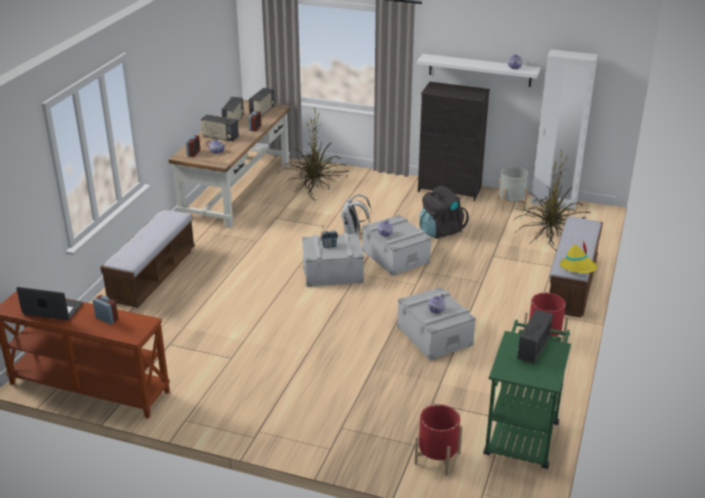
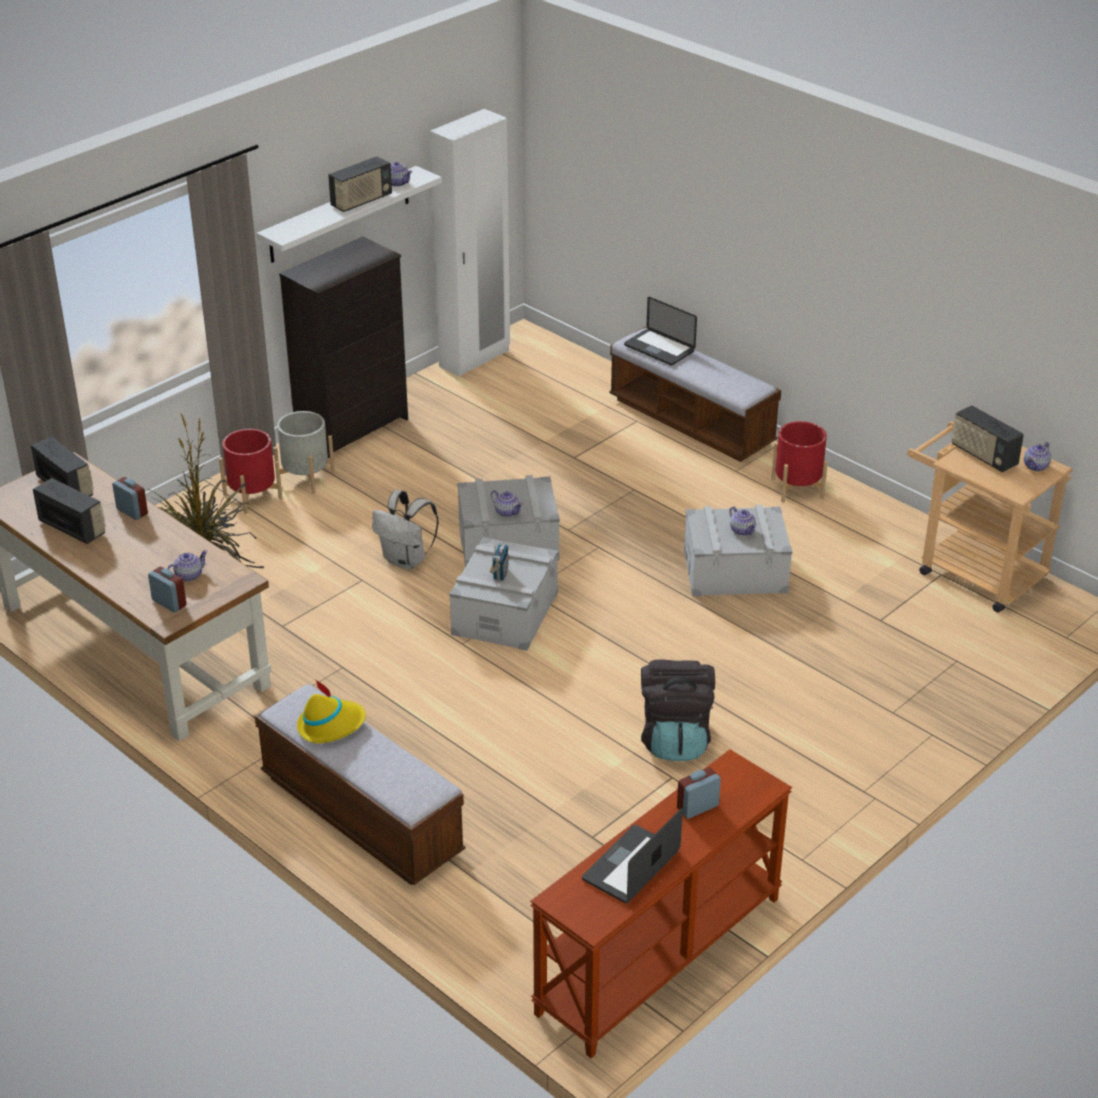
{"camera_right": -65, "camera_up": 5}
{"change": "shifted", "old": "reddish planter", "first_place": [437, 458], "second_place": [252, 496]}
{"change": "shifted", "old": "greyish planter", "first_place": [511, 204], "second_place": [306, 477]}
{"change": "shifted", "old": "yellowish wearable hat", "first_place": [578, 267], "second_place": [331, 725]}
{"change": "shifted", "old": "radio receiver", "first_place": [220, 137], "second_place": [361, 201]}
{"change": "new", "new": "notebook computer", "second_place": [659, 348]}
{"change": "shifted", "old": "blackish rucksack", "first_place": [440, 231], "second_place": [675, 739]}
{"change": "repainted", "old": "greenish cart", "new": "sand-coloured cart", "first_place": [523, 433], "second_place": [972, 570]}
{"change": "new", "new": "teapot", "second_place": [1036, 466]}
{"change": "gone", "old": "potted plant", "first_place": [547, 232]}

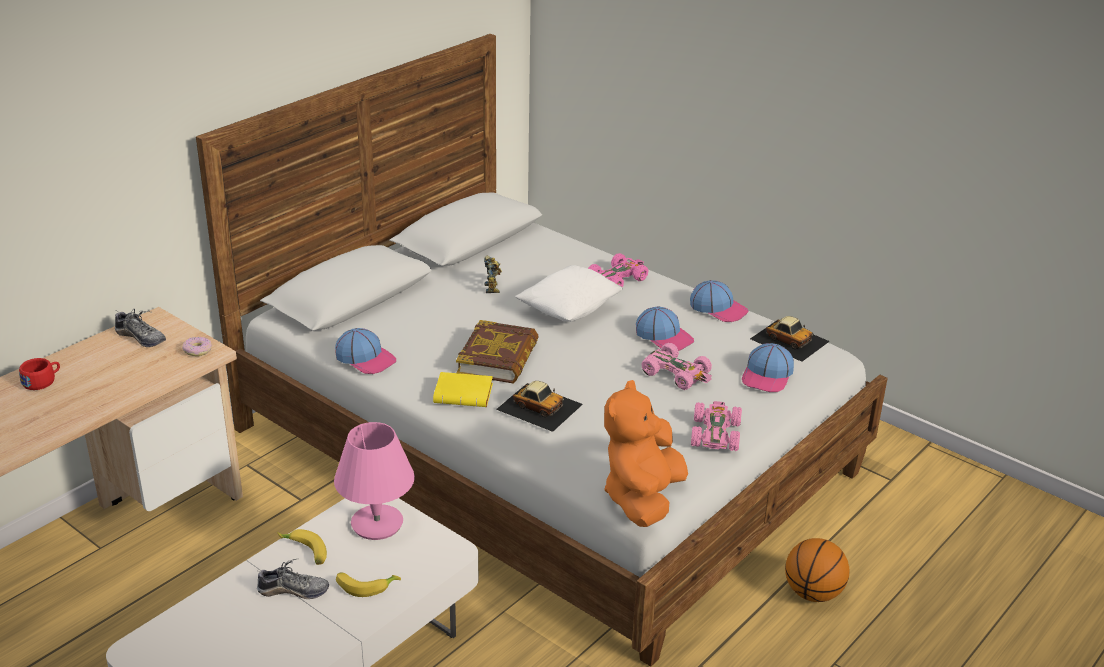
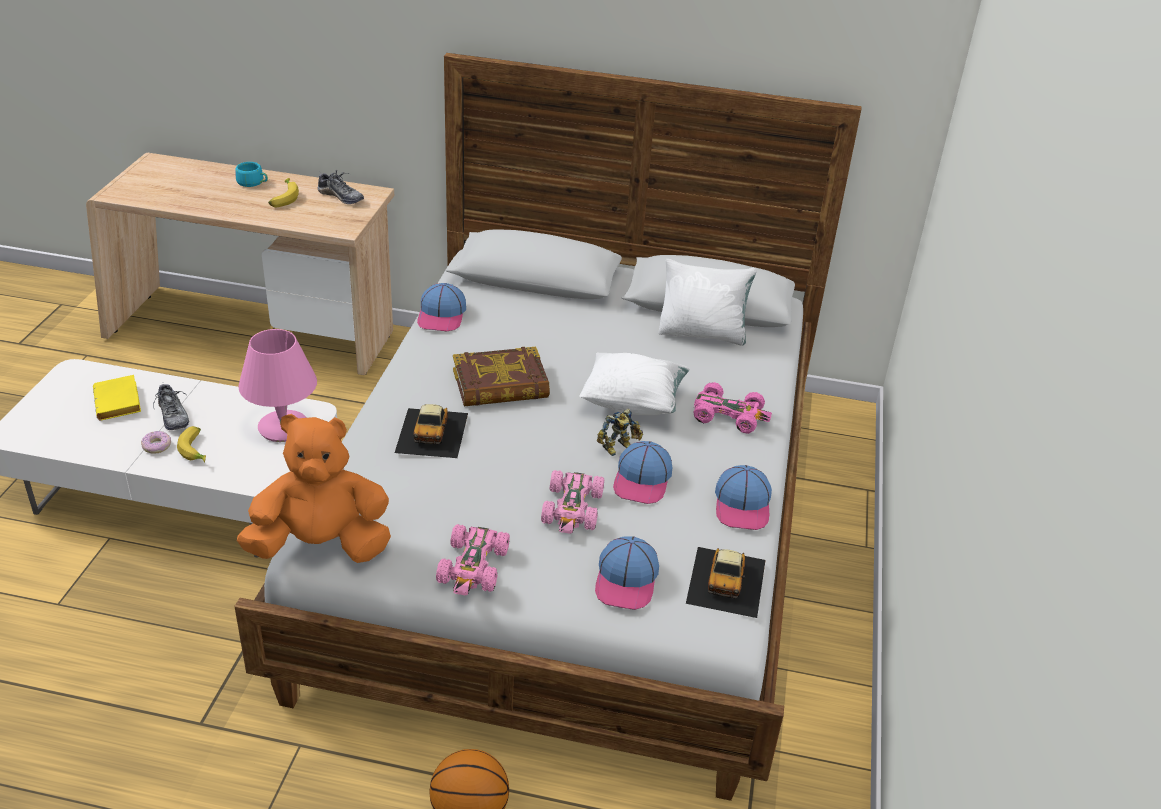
{"camera_right": 60, "camera_up": 5}
{"change": "shifted", "old": "yellowish book", "first_place": [465, 394], "second_place": [120, 403]}
{"change": "shifted", "old": "donut", "first_place": [198, 350], "second_place": [157, 446]}
{"change": "repainted", "old": "reddish small cup", "new": "turquoise small cup", "first_place": [42, 381], "second_place": [253, 183]}
{"change": "shifted", "old": "whole banana", "first_place": [304, 552], "second_place": [283, 198]}
{"change": "rotated", "old": "item of footwear", "first_place": [141, 338], "second_place": [341, 197], "degrees": -60}
{"change": "rotated", "old": "pink-coloured miniature car", "first_place": [715, 433], "second_place": [473, 567], "degrees": 120}
{"change": "rotated", "old": "baseball cap", "first_place": [767, 375], "second_place": [626, 580], "degrees": -75}
{"change": "shifted", "old": "toy robot", "first_place": [493, 288], "second_place": [619, 448]}
{"change": "new", "new": "white cushion", "second_place": [702, 333]}

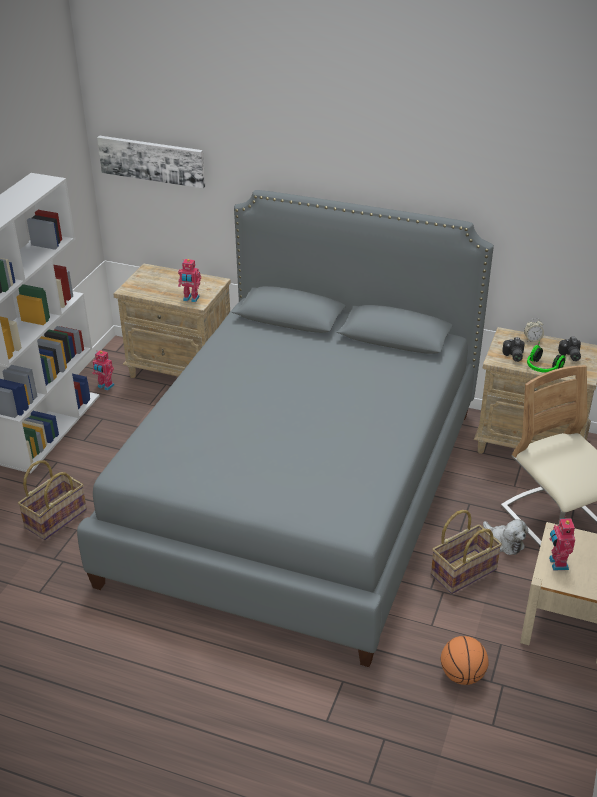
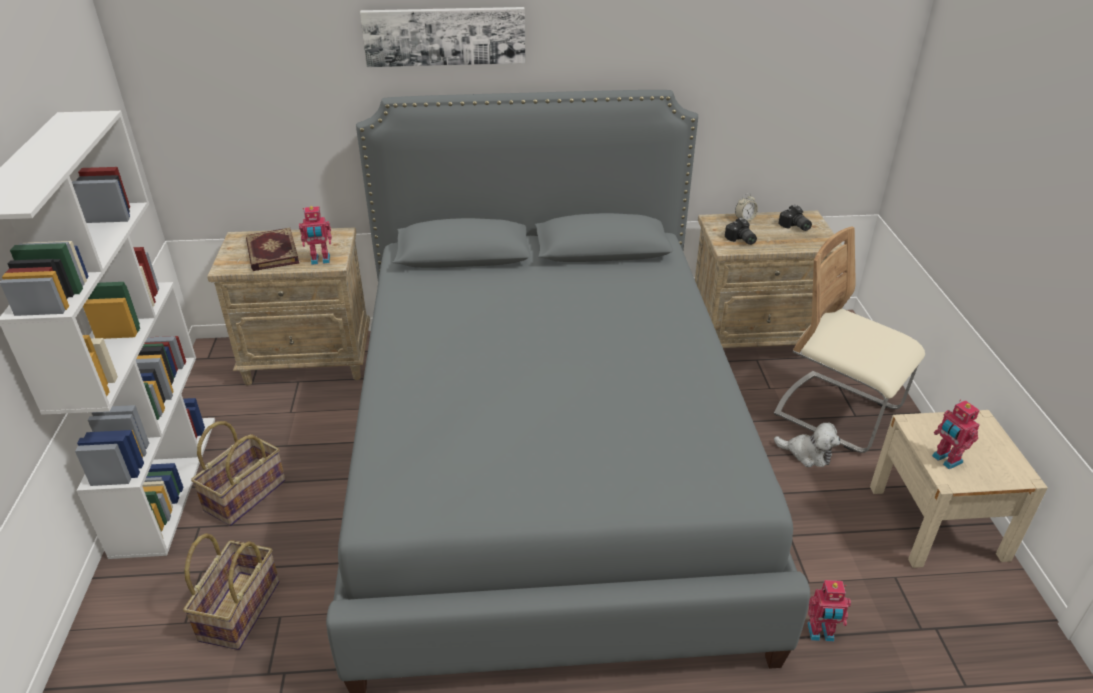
{"camera_right": -25, "camera_up": 0}
{"change": "shifted", "old": "basket", "first_place": [463, 571], "second_place": [244, 494]}
{"change": "new", "new": "book", "second_place": [271, 252]}
{"change": "shifted", "old": "picture", "first_place": [152, 160], "second_place": [444, 36]}
{"change": "shifted", "old": "toy robot", "first_place": [105, 386], "second_place": [821, 634]}
{"change": "gone", "old": "basketball ball", "first_place": [462, 675]}
{"change": "gone", "old": "headphones", "first_place": [542, 368]}

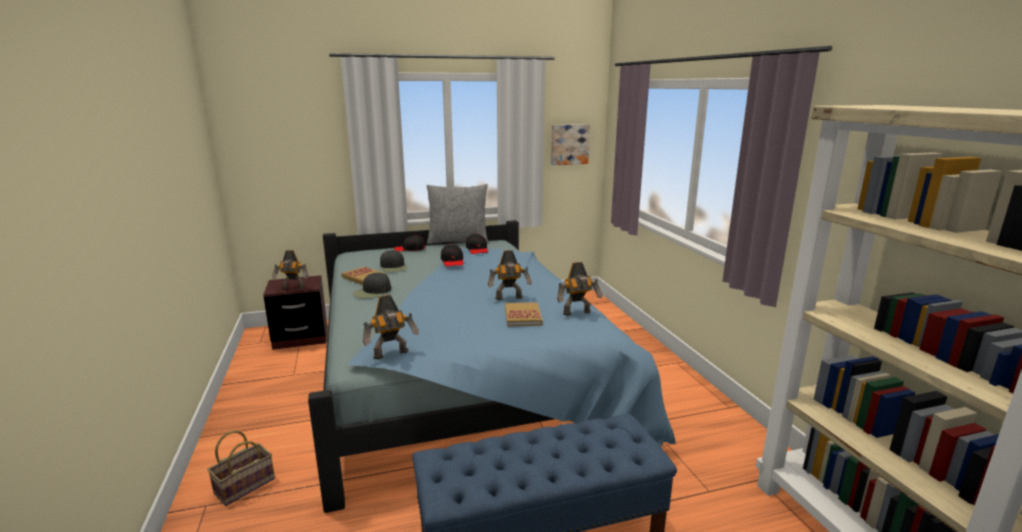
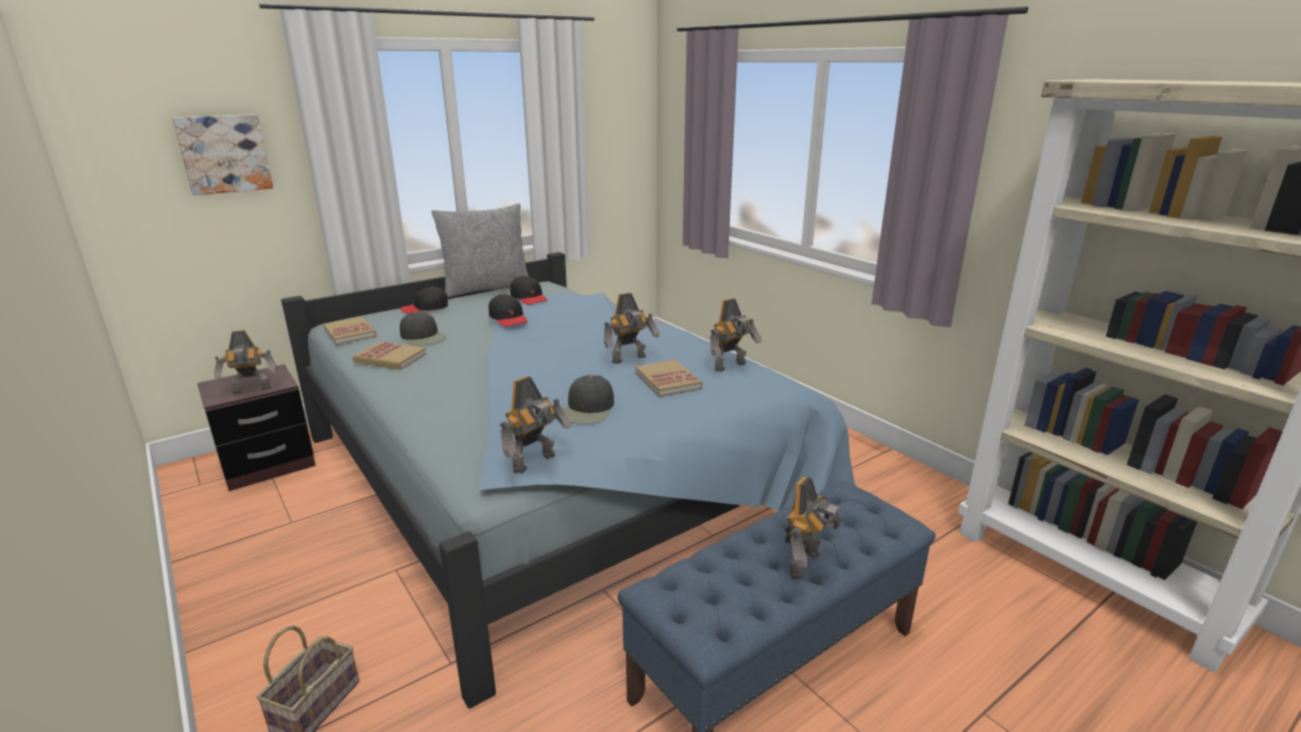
{"camera_right": -20, "camera_up": 5}
{"change": "shifted", "old": "picture", "first_place": [569, 144], "second_place": [224, 154]}
{"change": "new", "new": "book", "second_place": [350, 333]}
{"change": "shifted", "old": "blackish baseball cap", "first_place": [372, 292], "second_place": [588, 410]}
{"change": "new", "new": "toy robot", "second_place": [807, 565]}

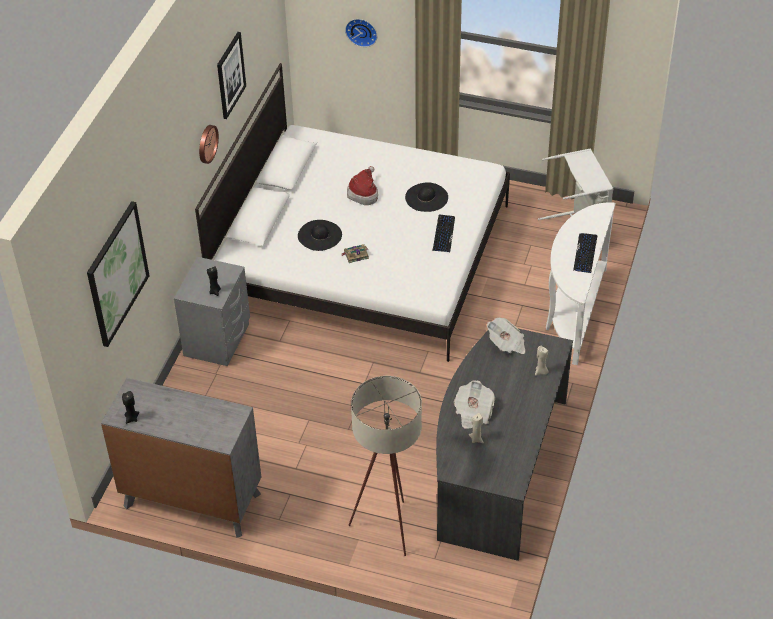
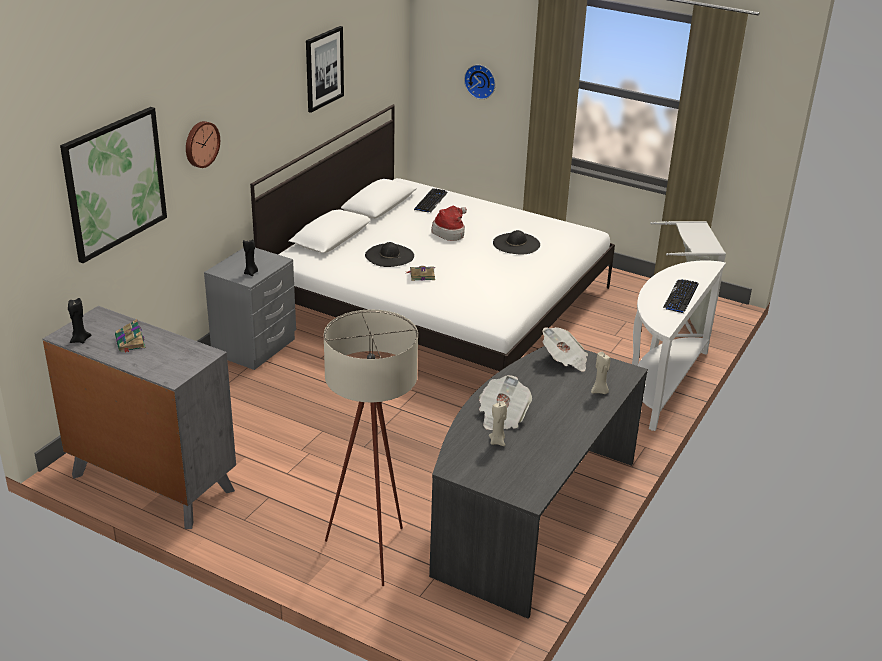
{"camera_right": 10, "camera_up": -15}
{"change": "new", "new": "book", "second_place": [130, 342]}
{"change": "shifted", "old": "hanging clock", "first_place": [206, 143], "second_place": [200, 144]}
{"change": "shifted", "old": "PC keyboard", "first_place": [443, 234], "second_place": [431, 201]}

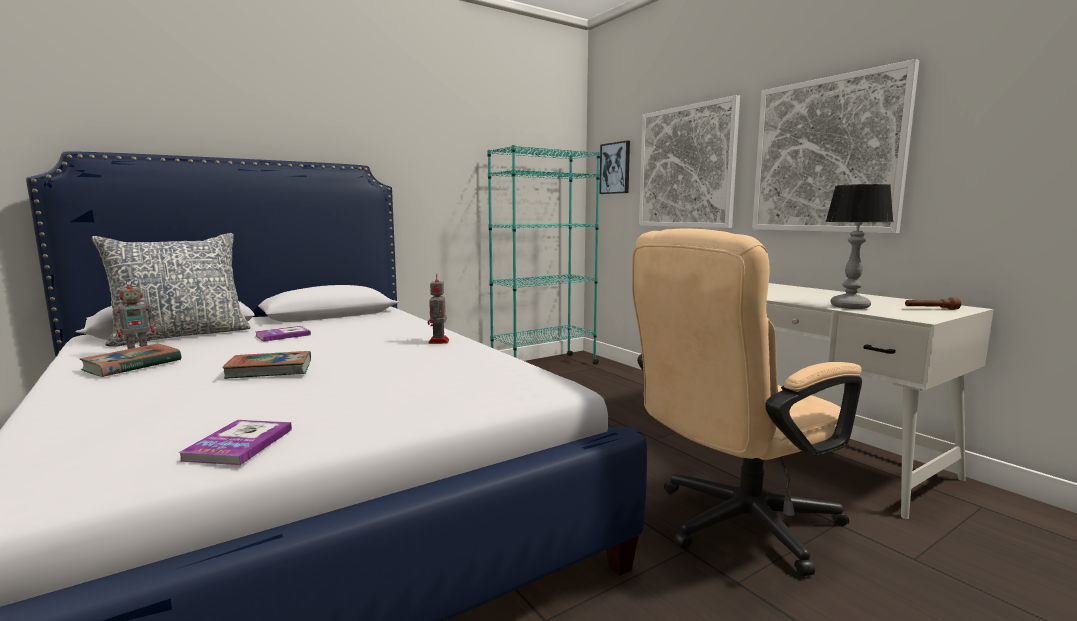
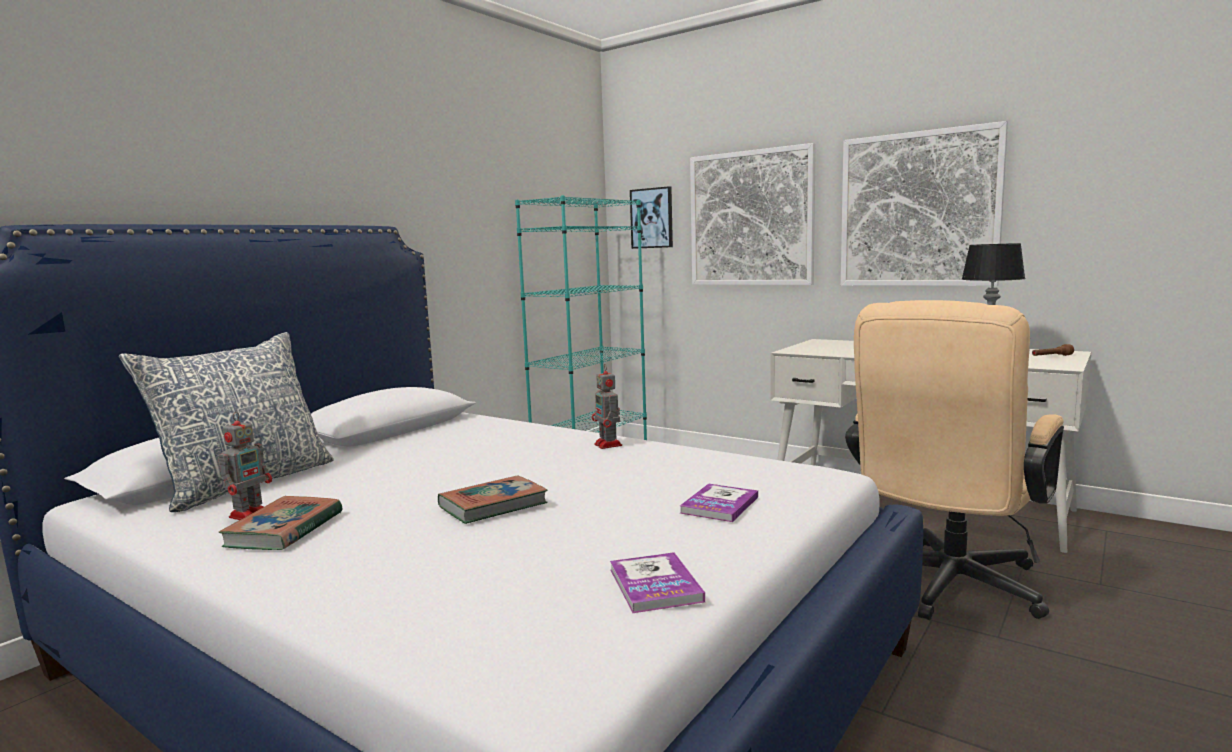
{"camera_right": -20, "camera_up": 0}
{"change": "shifted", "old": "book", "first_place": [283, 335], "second_place": [719, 505]}

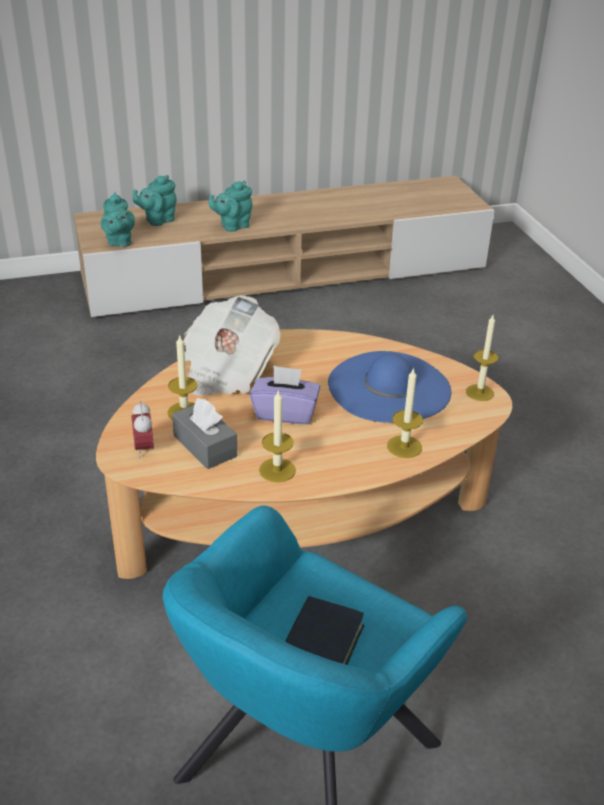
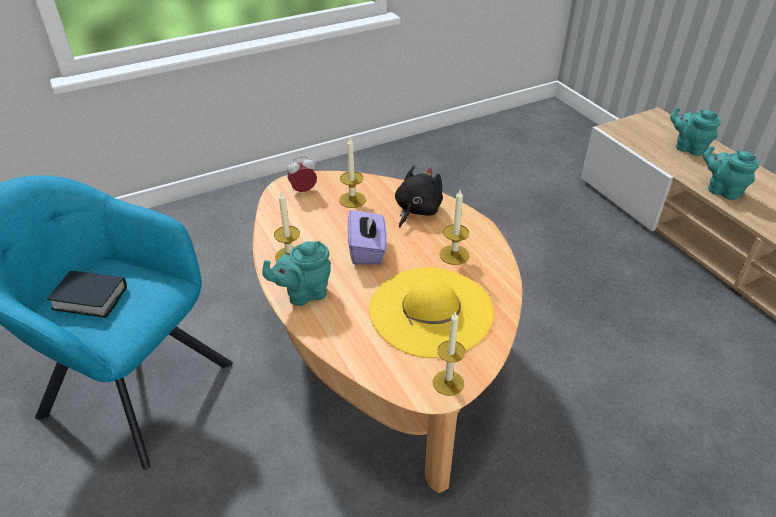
{"camera_right": 80, "camera_up": 5}
{"change": "shifted", "old": "turquoise teapot", "first_place": [119, 242], "second_place": [303, 294]}
{"change": "repainted", "old": "bluish wearable hat", "new": "yellowish wearable hat", "first_place": [389, 387], "second_place": [431, 310]}
{"change": "swapped", "old": "newspaper", "new": "blackish cuddly toy", "first_place": [226, 371], "second_place": [416, 210]}
{"change": "shifted", "old": "wax light", "first_place": [404, 446], "second_place": [454, 255]}
{"change": "gone", "old": "greyish tissue holder", "first_place": [205, 446]}

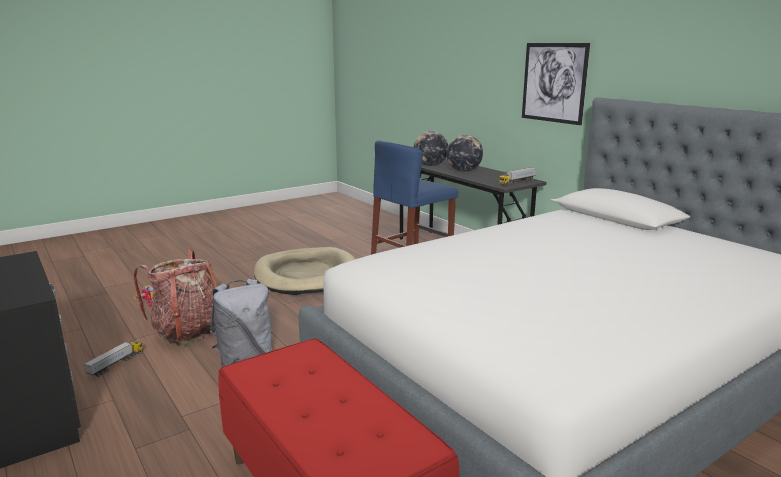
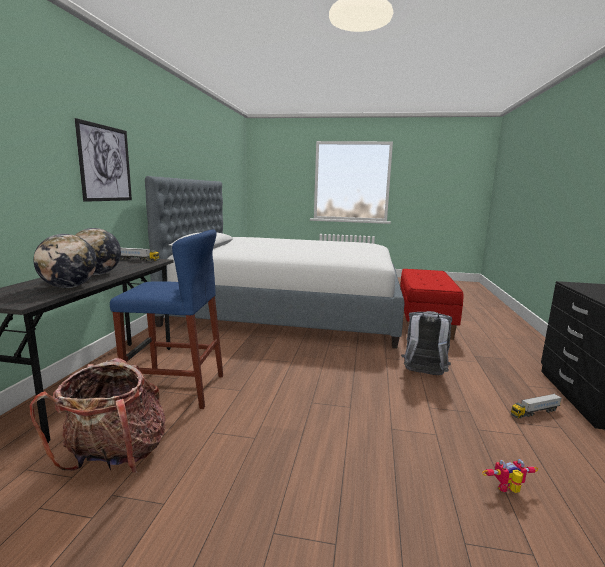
{"camera_right": -135, "camera_up": -5}
{"change": "shifted", "old": "rucksack", "first_place": [189, 331], "second_place": [115, 457]}
{"change": "gone", "old": "sand-coloured pet bed", "first_place": [307, 276]}

